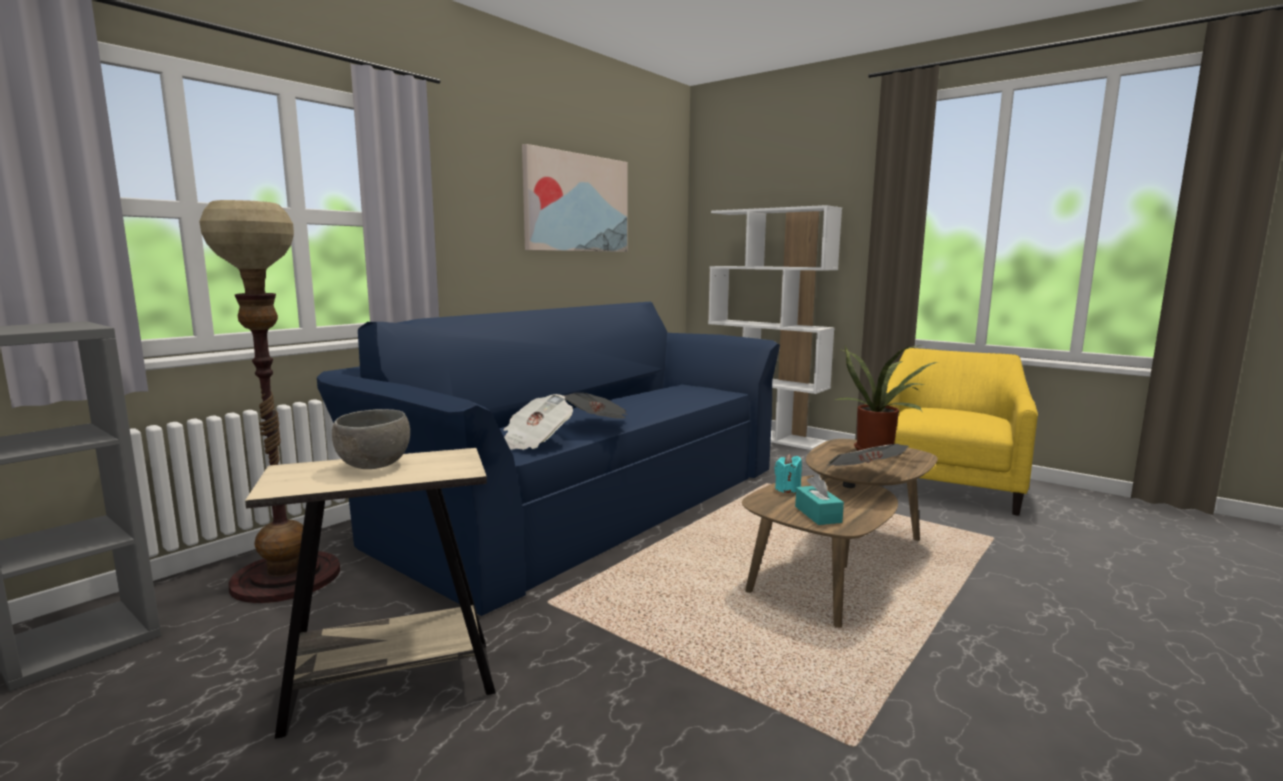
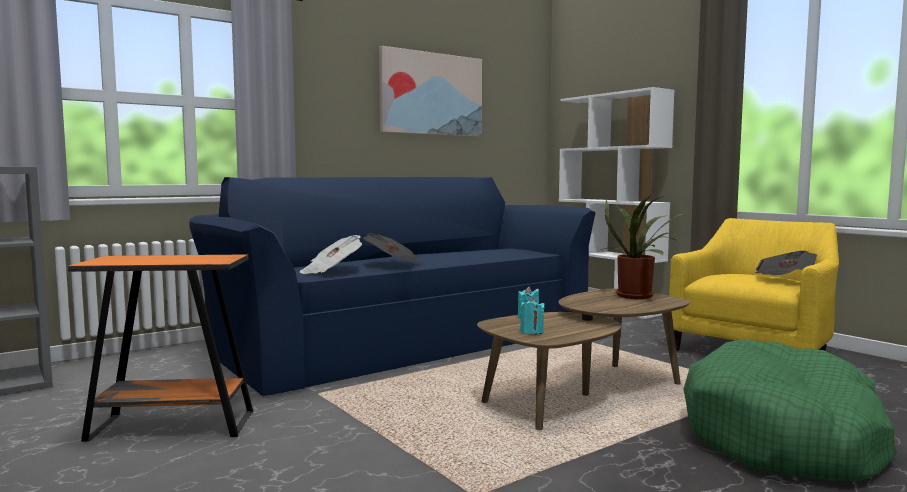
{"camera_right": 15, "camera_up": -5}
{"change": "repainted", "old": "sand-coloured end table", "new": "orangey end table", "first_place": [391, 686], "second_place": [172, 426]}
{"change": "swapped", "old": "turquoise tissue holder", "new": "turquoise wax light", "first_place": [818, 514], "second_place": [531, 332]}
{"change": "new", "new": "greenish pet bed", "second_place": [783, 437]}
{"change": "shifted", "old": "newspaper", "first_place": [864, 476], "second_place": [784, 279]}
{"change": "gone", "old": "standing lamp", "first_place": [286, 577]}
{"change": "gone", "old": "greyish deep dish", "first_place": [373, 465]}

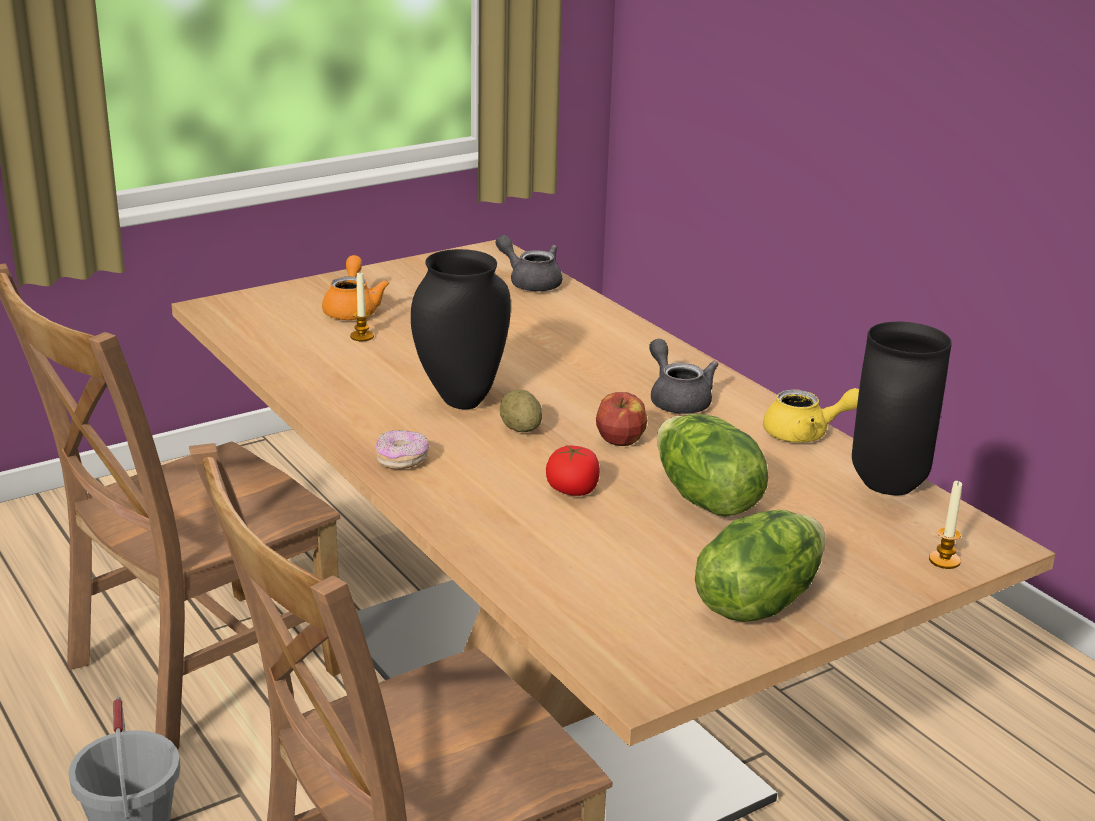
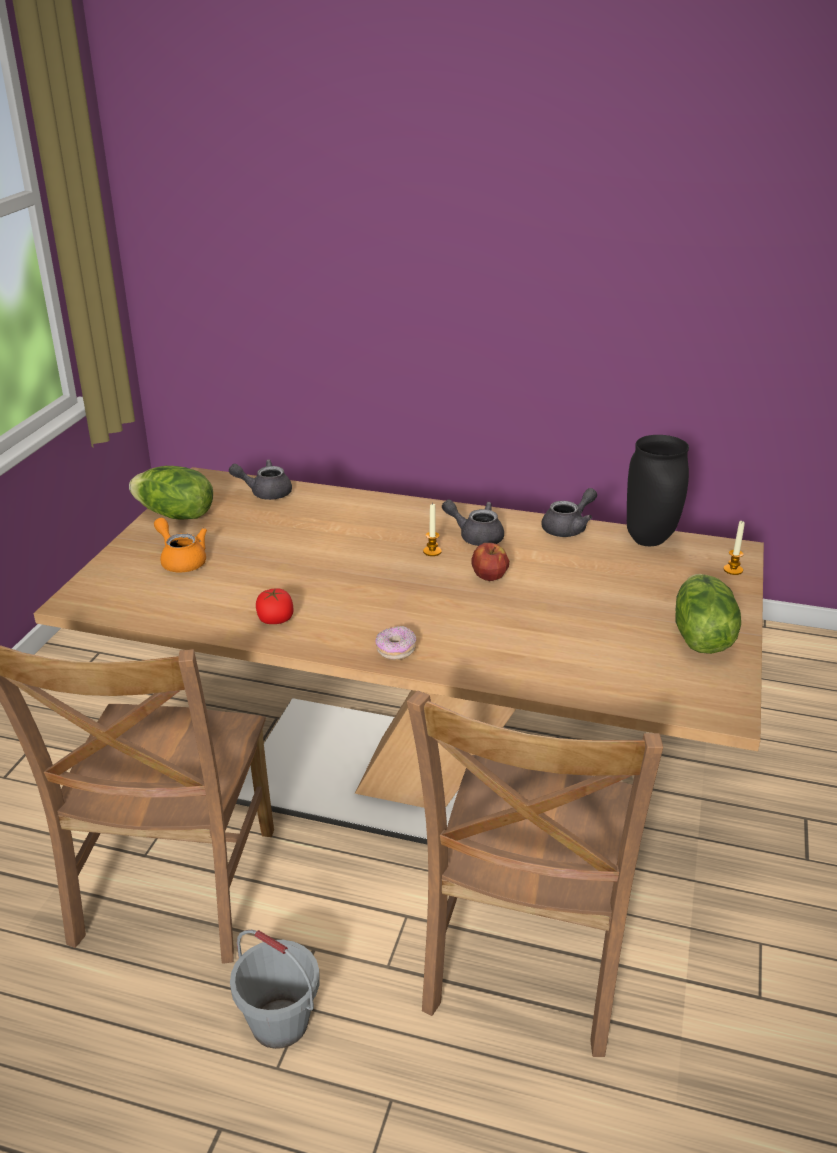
{"camera_right": -40, "camera_up": 5}
{"change": "shifted", "old": "head of lettuce", "first_place": [704, 499], "second_place": [175, 515]}
{"change": "shifted", "old": "fresh tomato", "first_place": [572, 490], "second_place": [275, 620]}
{"change": "shifted", "old": "wax light", "first_place": [362, 336], "second_place": [432, 551]}
{"change": "repainted", "old": "yellowish teapot", "new": "greyish teapot", "first_place": [805, 434], "second_place": [568, 528]}
{"change": "gone", "old": "blackish decorative vase", "first_place": [460, 400]}
{"change": "gone", "old": "spud", "first_place": [520, 429]}

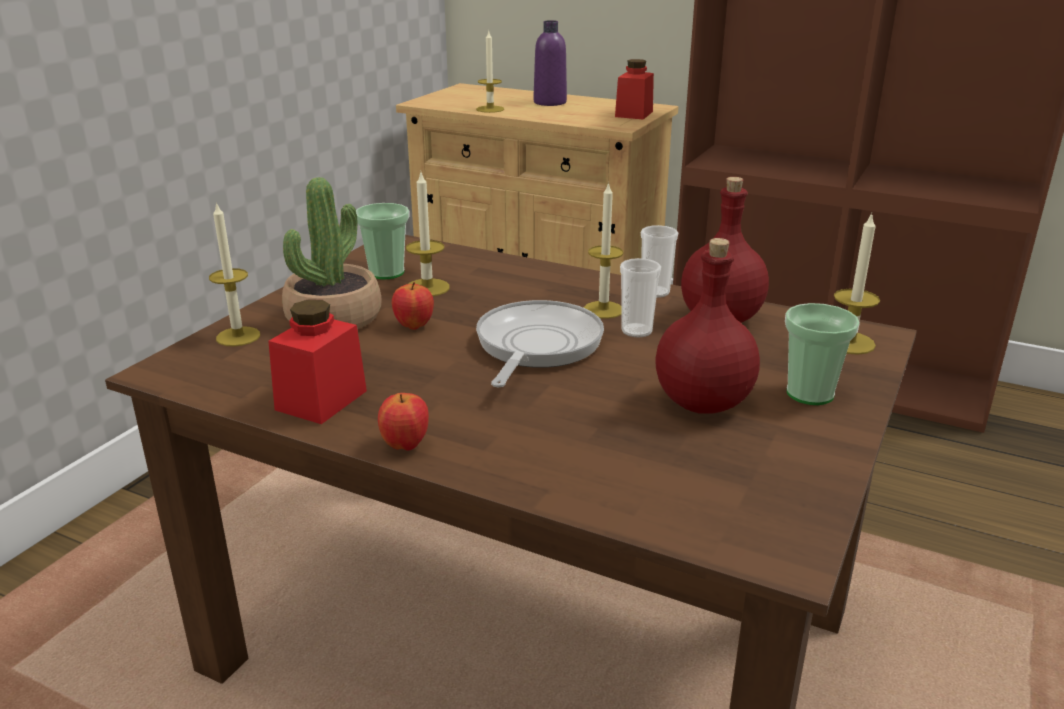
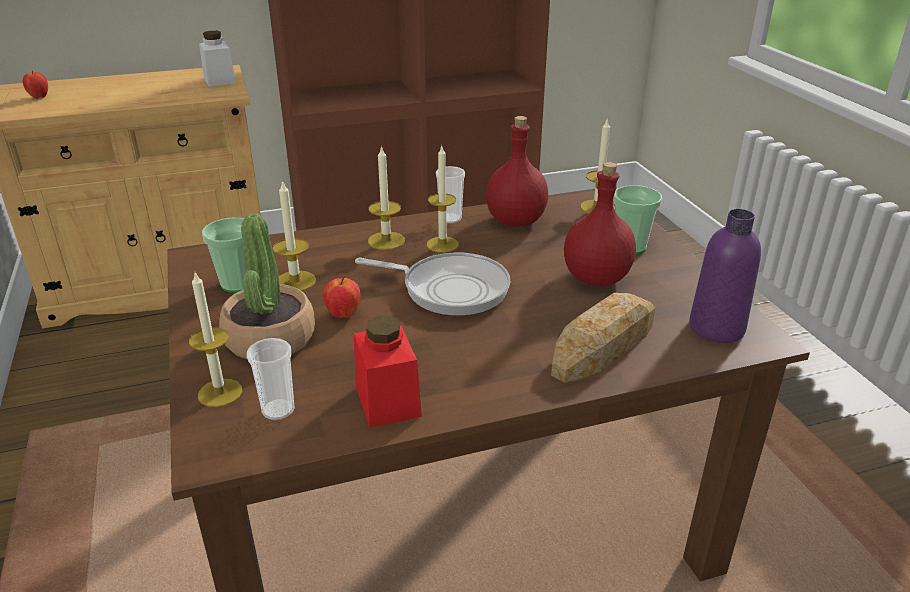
{"camera_right": -45, "camera_up": 5}
{"change": "shifted", "old": "whole apple", "first_place": [405, 445], "second_place": [39, 97]}
{"change": "repainted", "old": "reddish preserve jar", "new": "white preserve jar", "first_place": [634, 114], "second_place": [219, 80]}
{"change": "shifted", "old": "small cup", "first_place": [636, 331], "second_place": [278, 410]}
{"change": "rotated", "old": "skillet", "first_place": [536, 346], "second_place": [449, 289], "degrees": 135}
{"change": "shifted", "old": "wax light", "first_place": [490, 109], "second_place": [386, 241]}
{"change": "new", "new": "bread", "second_place": [603, 345]}
{"change": "shifted", "old": "purple-coloured beverage bottle", "first_place": [550, 102], "second_place": [716, 328]}

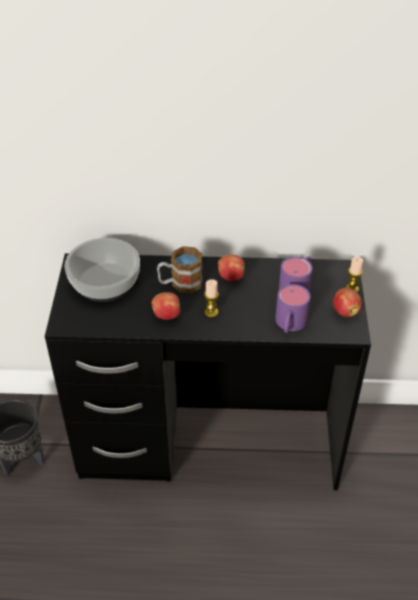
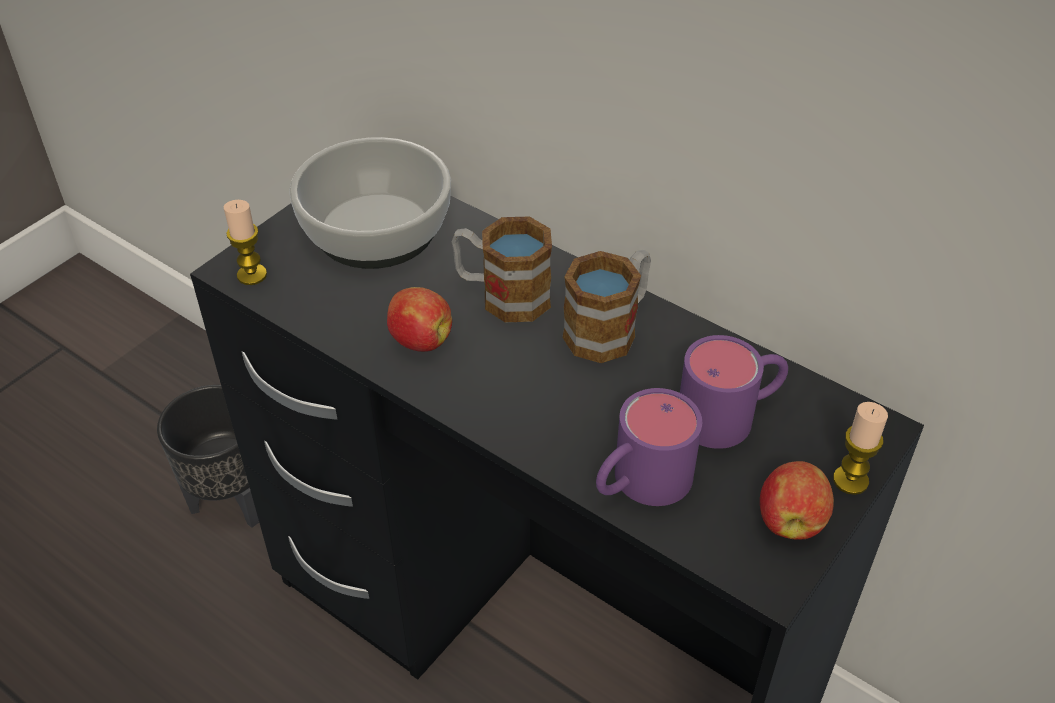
{"camera_right": 35, "camera_up": 0}
{"change": "shifted", "old": "wax light", "first_place": [211, 312], "second_place": [252, 275]}
{"change": "swapped", "old": "whole apple", "new": "mug", "first_place": [230, 277], "second_place": [609, 328]}

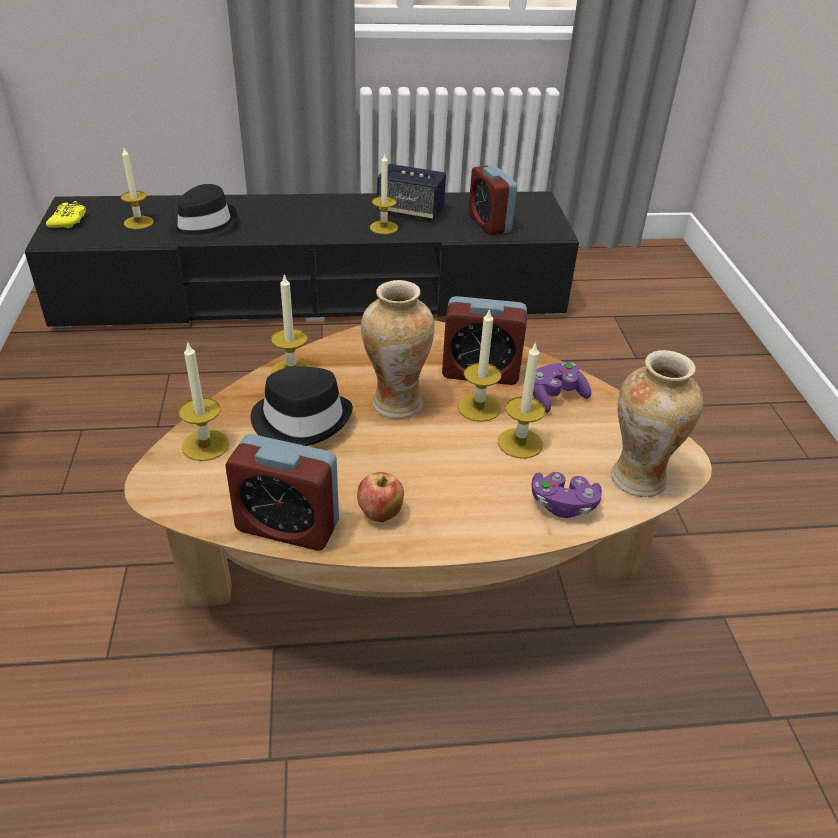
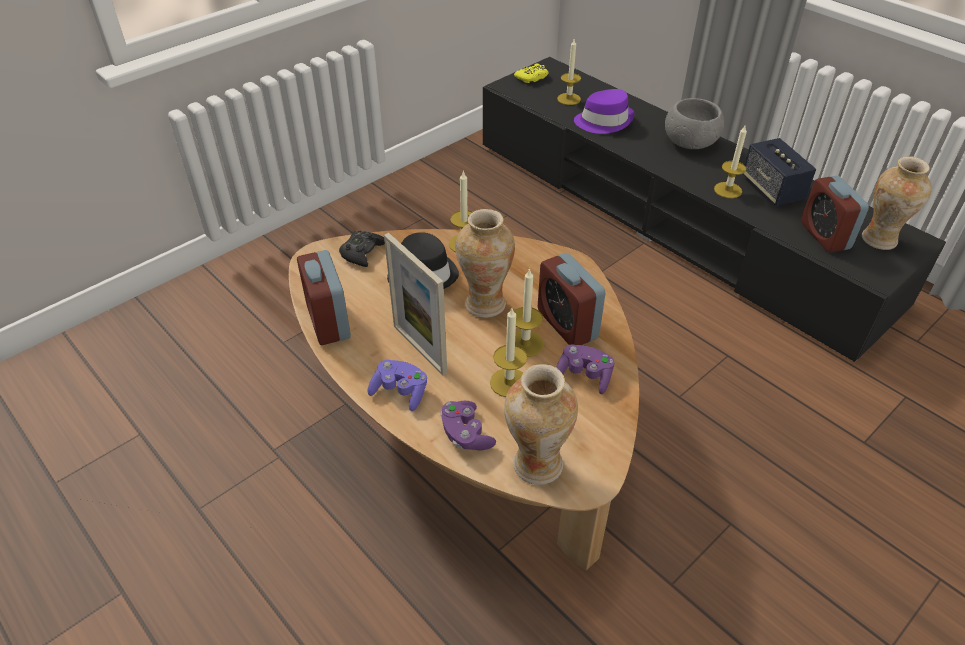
{"camera_right": 55, "camera_up": 5}
{"change": "swapped", "old": "wax light", "new": "blackish game controller", "first_place": [205, 445], "second_place": [362, 252]}
{"change": "new", "new": "purple-coloured game controller", "second_place": [400, 392]}
{"change": "new", "new": "picture frame", "second_place": [419, 349]}
{"change": "repainted", "old": "blackish wearable hat", "new": "purple-coloured wearable hat", "first_place": [203, 225], "second_place": [604, 121]}
{"change": "new", "new": "greyish deep dish", "second_place": [690, 143]}
{"change": "rotated", "old": "bedside clock", "first_place": [489, 224], "second_place": [824, 236], "degrees": -45}
{"change": "new", "new": "decorative vase", "second_place": [879, 240]}
{"change": "gone", "old": "whole apple", "first_place": [380, 514]}

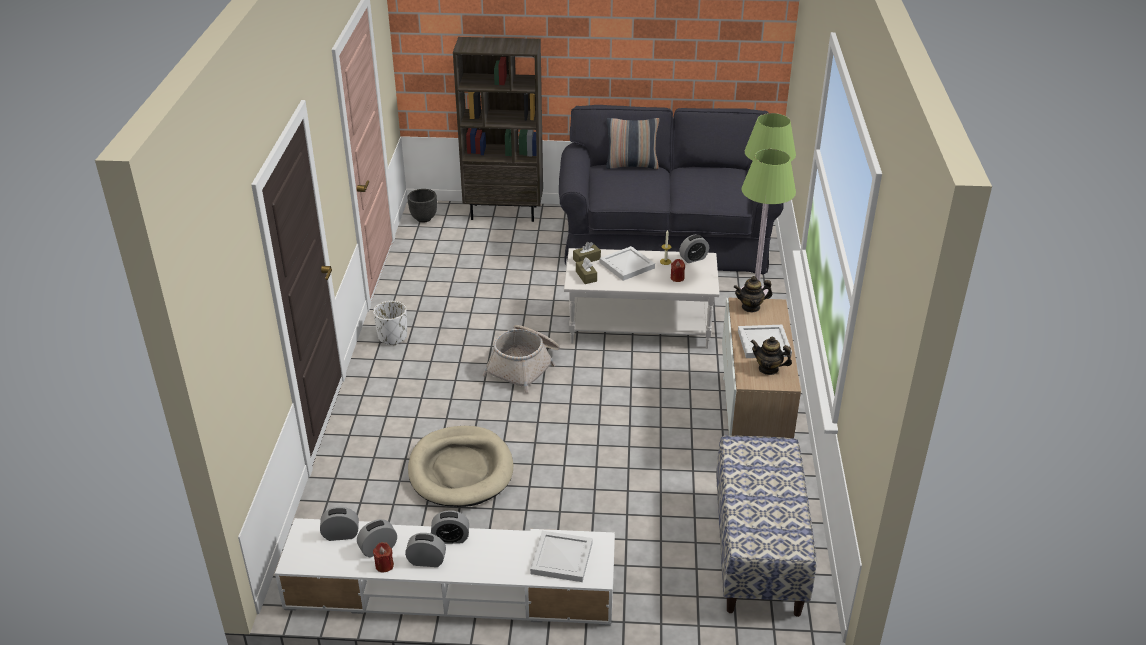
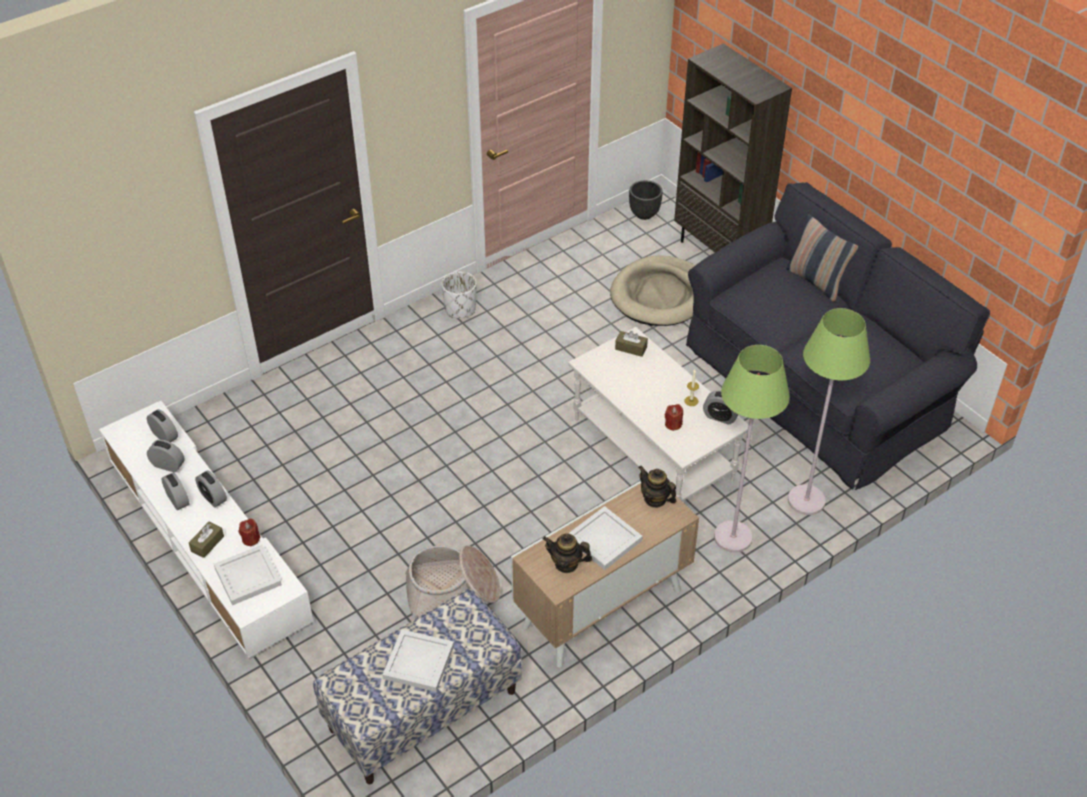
{"camera_right": 50, "camera_up": 10}
{"change": "shifted", "old": "brown tissue holder", "first_place": [586, 276], "second_place": [207, 544]}
{"change": "shifted", "old": "reddish wax light", "first_place": [384, 565], "second_place": [251, 539]}
{"change": "shifted", "old": "white carrying tray", "first_place": [627, 265], "second_place": [420, 662]}
{"change": "shifted", "old": "basket", "first_place": [524, 366], "second_place": [452, 593]}
{"change": "rotated", "old": "teapot", "first_place": [768, 369], "second_place": [566, 564], "degrees": -60}
{"change": "shifted", "old": "sand-coloured pet bed", "first_place": [461, 470], "second_place": [660, 295]}

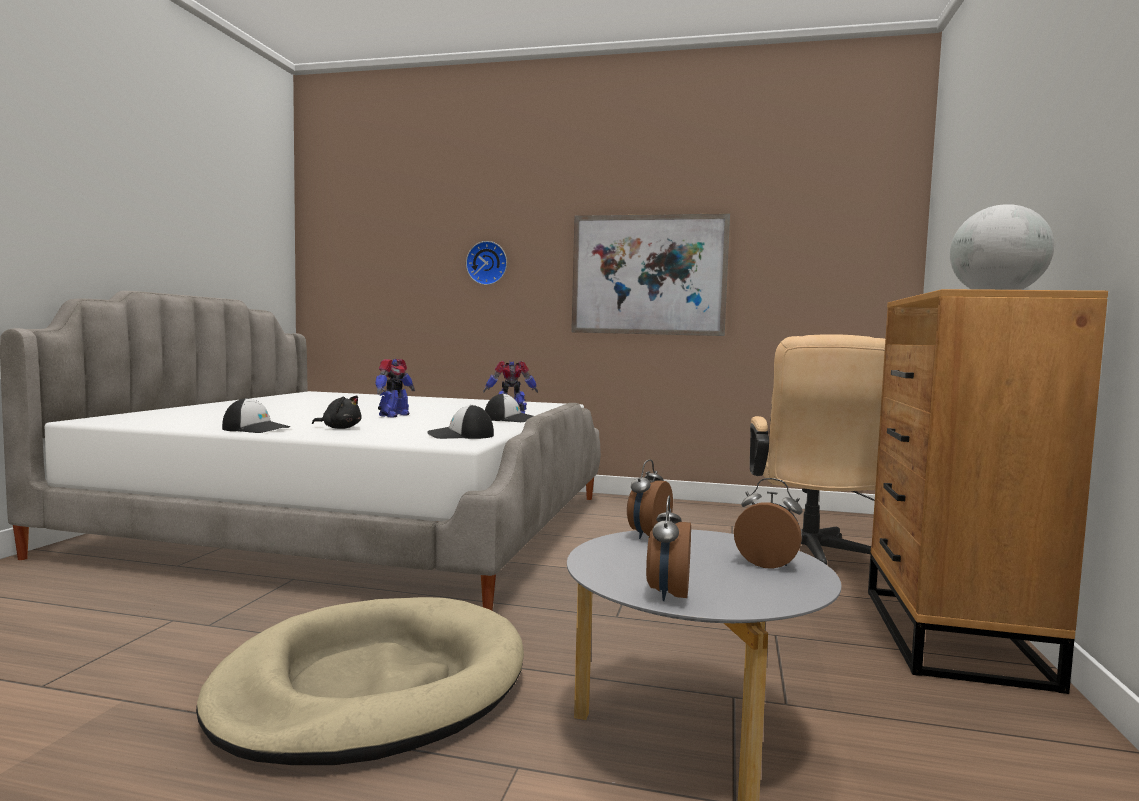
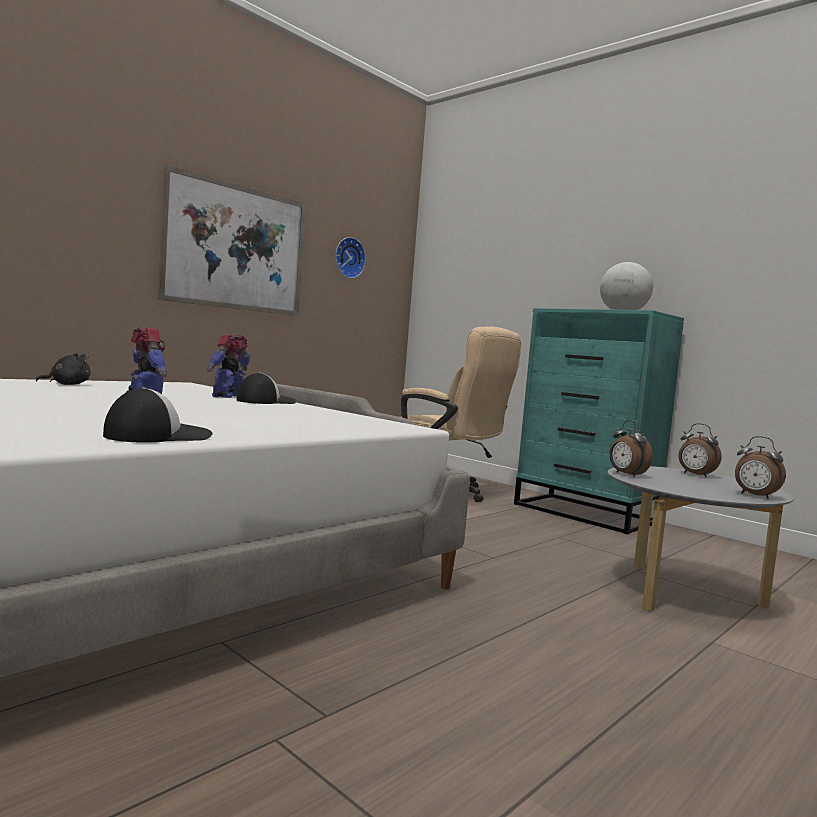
{"camera_right": -60, "camera_up": 0}
{"change": "shifted", "old": "blackish cuddly toy", "first_place": [340, 428], "second_place": [67, 384]}
{"change": "shifted", "old": "hanging clock", "first_place": [487, 263], "second_place": [348, 258]}
{"change": "repainted", "old": "brown drawer chest", "new": "turquoise drawer chest", "first_place": [952, 636], "second_place": [586, 513]}
{"change": "rotated", "old": "bedside clock", "first_place": [767, 563], "second_place": [695, 475], "degrees": -105}
{"change": "gone", "old": "sand-coloured pet bed", "first_place": [372, 687]}
{"change": "gone", "old": "baseball cap", "first_place": [460, 435]}

